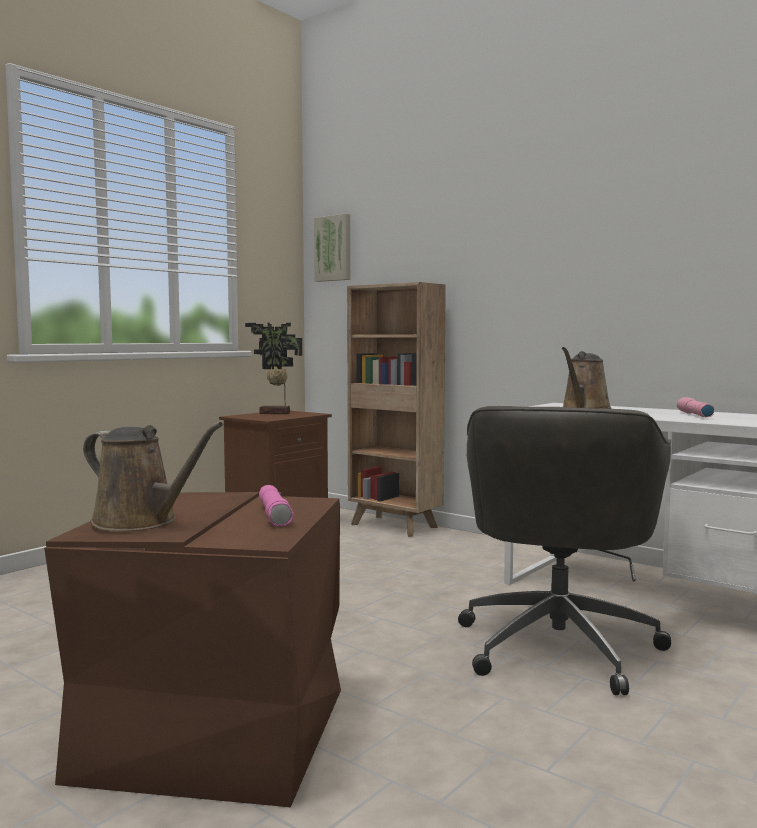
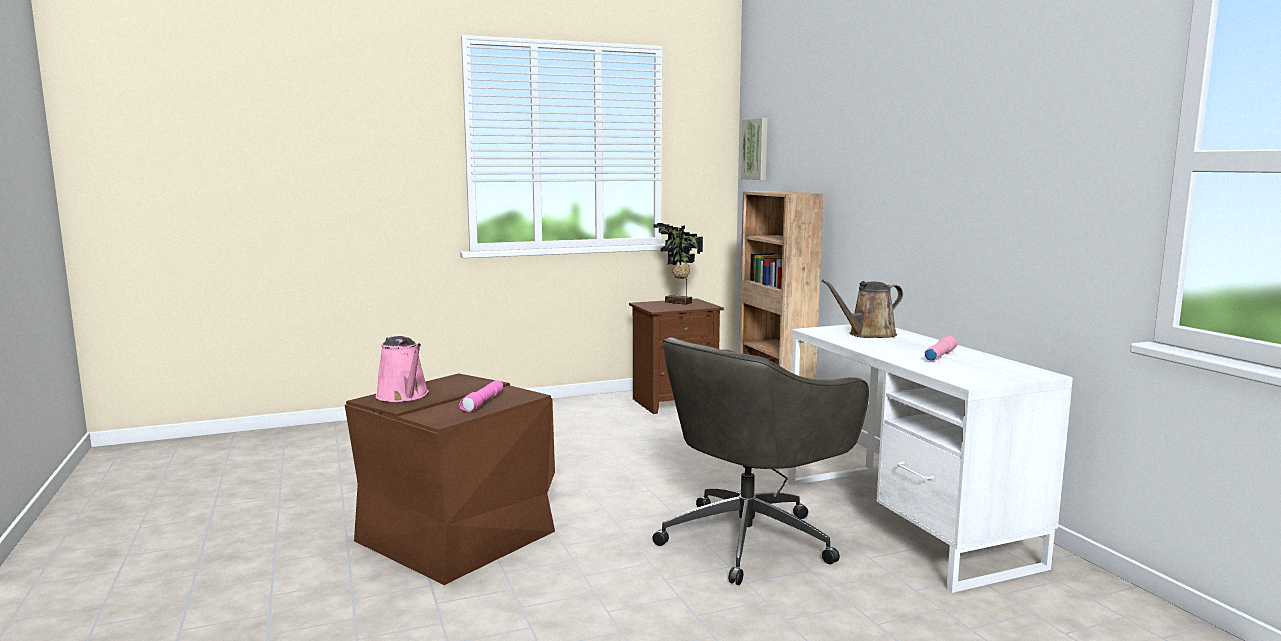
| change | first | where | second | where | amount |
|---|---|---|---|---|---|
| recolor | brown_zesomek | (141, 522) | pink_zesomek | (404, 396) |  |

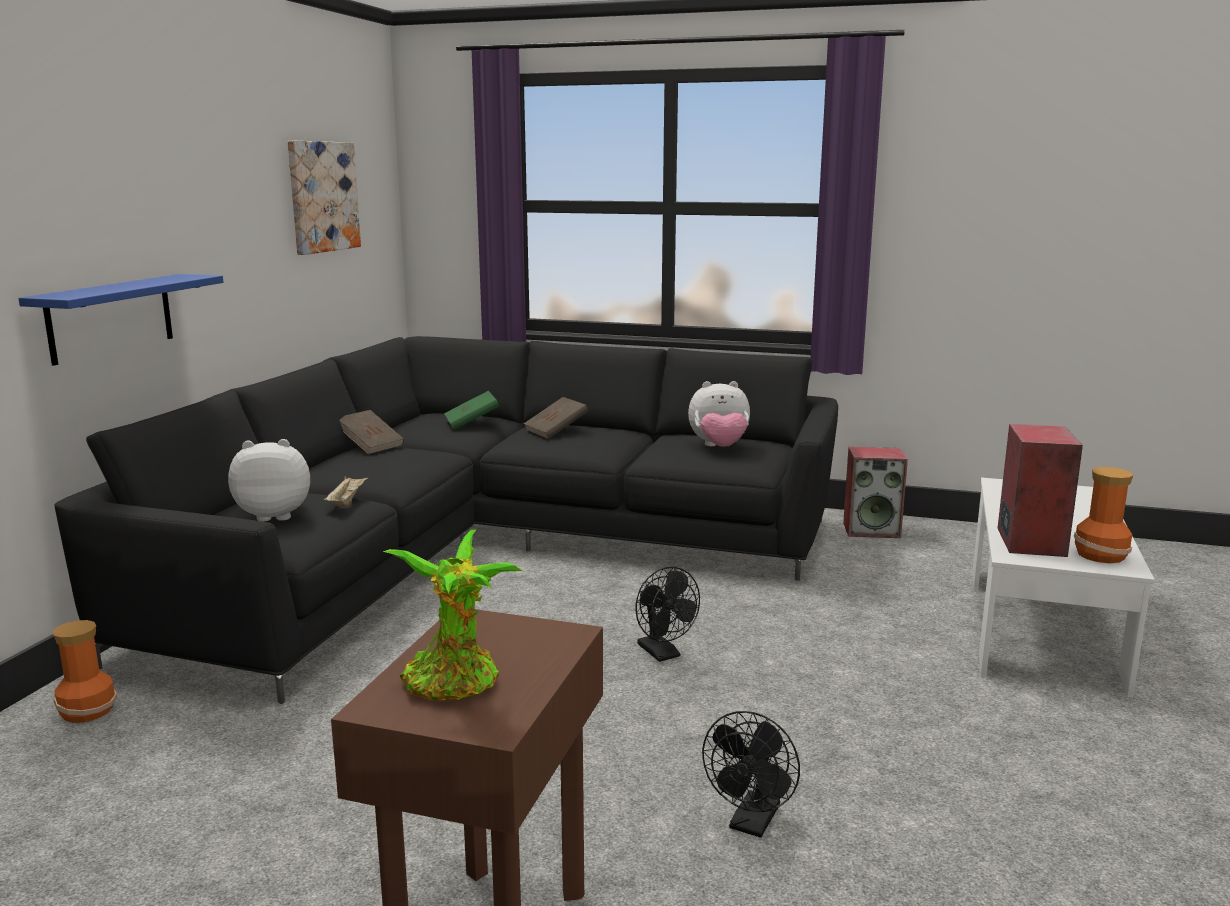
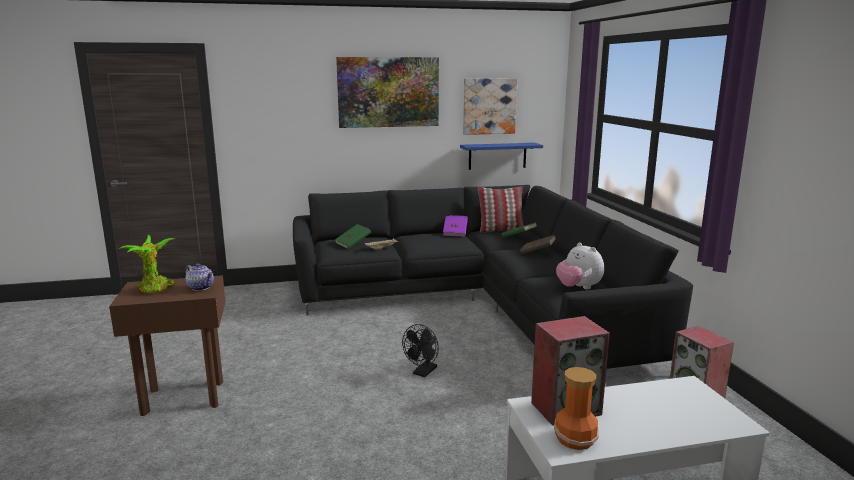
| change | first | where | second | where | amount |
|---|---|---|---|---|---|
| move | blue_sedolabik | (111, 318) |  | (497, 156) |  |
| recolor | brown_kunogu | (370, 446) | purple_kunogu | (455, 233) |  |
| replace | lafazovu | (275, 515) | green_kunogu | (353, 244) |  |
| delete | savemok | (86, 710) |  |  |  |
| delete | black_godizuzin | (752, 824) |  |  |  |
| insert |  |  | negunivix | (388, 92) |  |
| insert |  |  | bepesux | (500, 230) |  |
| insert |  |  | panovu | (201, 287) |  |

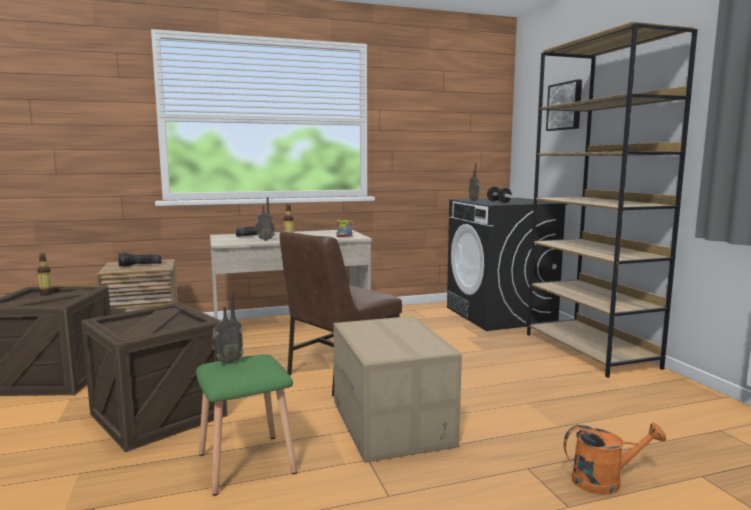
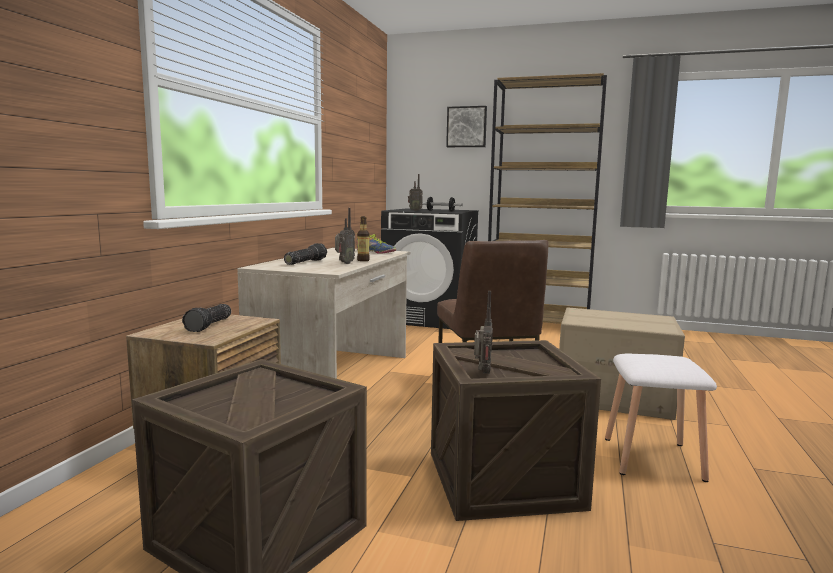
| change | first | where | second | where | amount |
|---|---|---|---|---|---|
| delete | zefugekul | (46, 294) |  |  |  |
| move | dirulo | (227, 362) |  | (482, 373) |  |
| recolor | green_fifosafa | (248, 462) | white_fifosafa | (651, 457) |  |
| delete | orange_zesomek | (605, 481) |  |  |  |

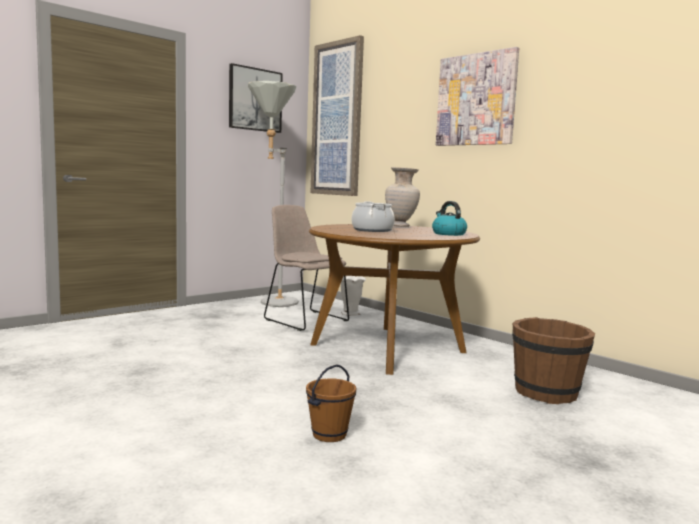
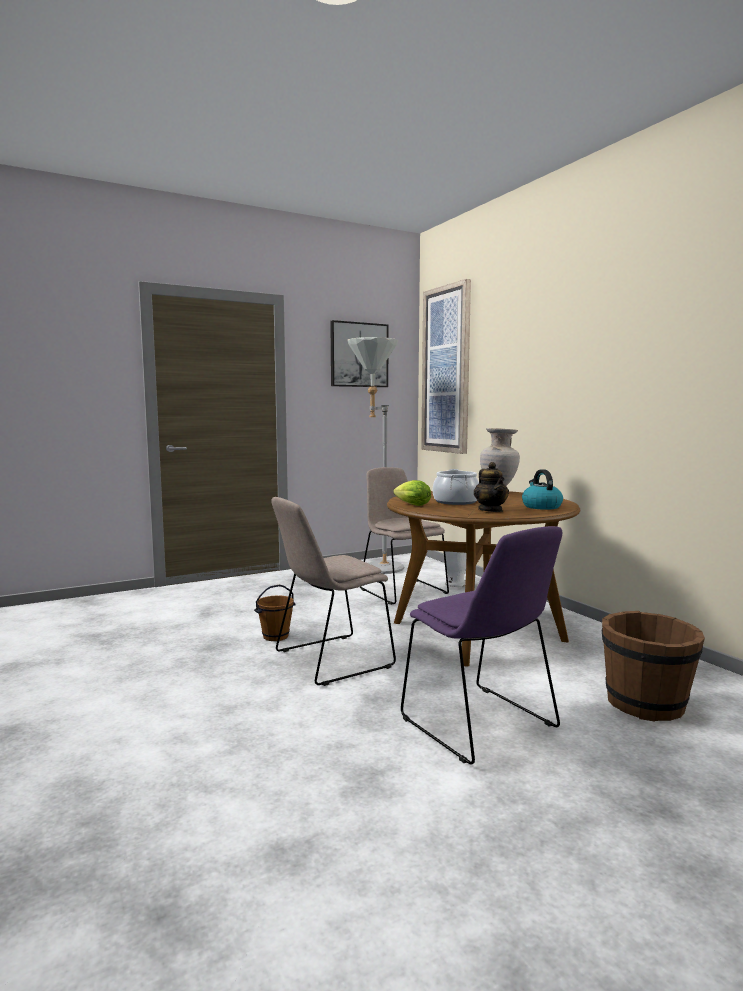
| change | first | where | second | where | amount |
|---|---|---|---|---|---|
| delete | negunivix | (476, 100) |  |  |  |
| move | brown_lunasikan | (329, 434) |  | (275, 636) |  |
| insert |  |  | panovu | (490, 510) |  |
| insert |  |  | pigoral | (411, 505) |  |
| insert |  |  | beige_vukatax | (330, 660) |  |
| insert |  |  | purple_vukatax | (481, 725) |  |

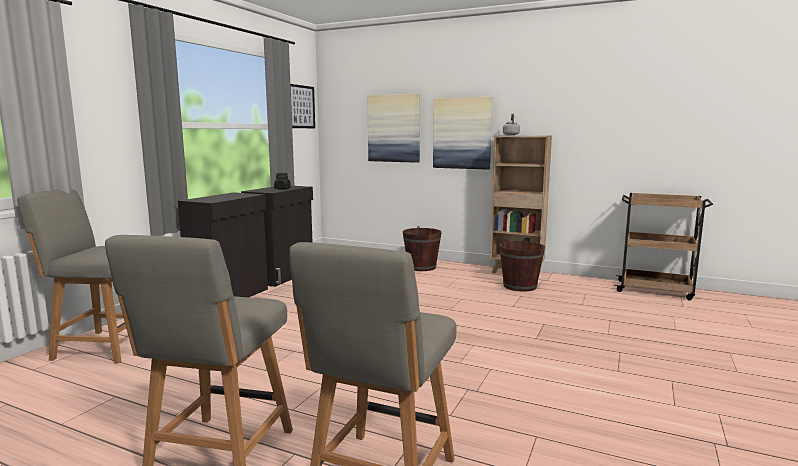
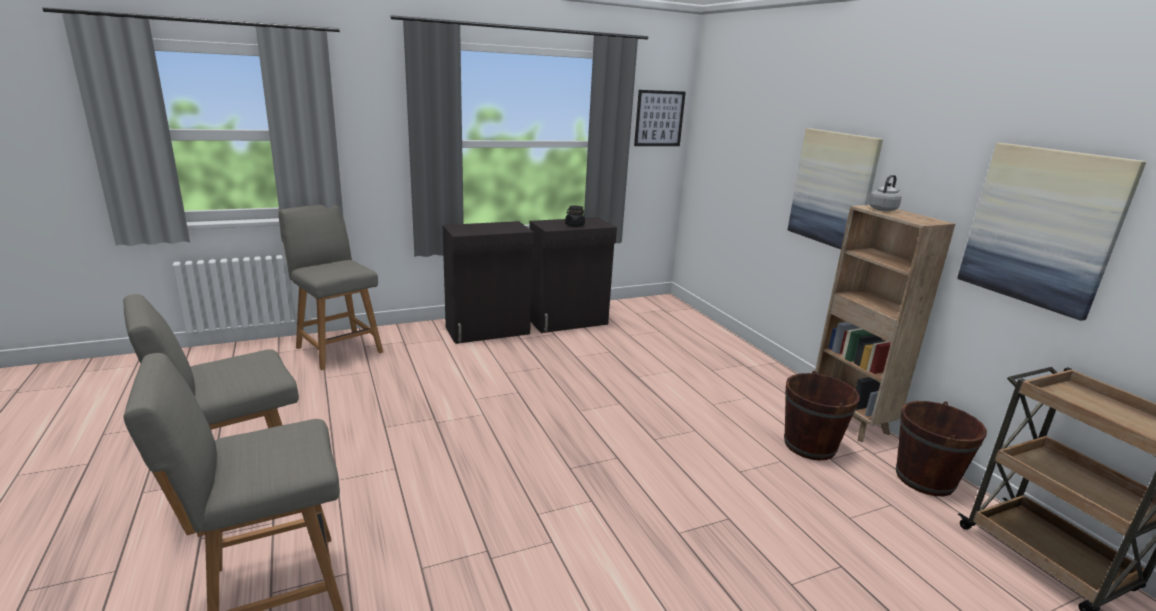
| change | first | where | second | where | amount |
|---|---|---|---|---|---|
| move | negunivix | (394, 128) |  | (1042, 227) |  |
| move | brown_lunasikan | (421, 267) |  | (924, 479) |  |

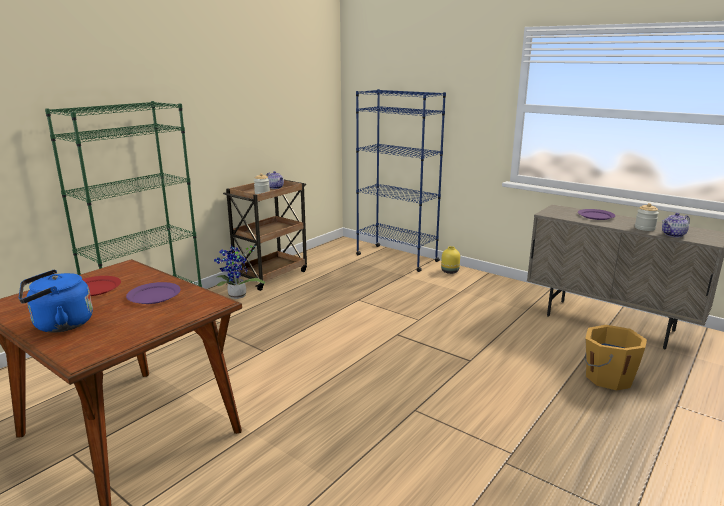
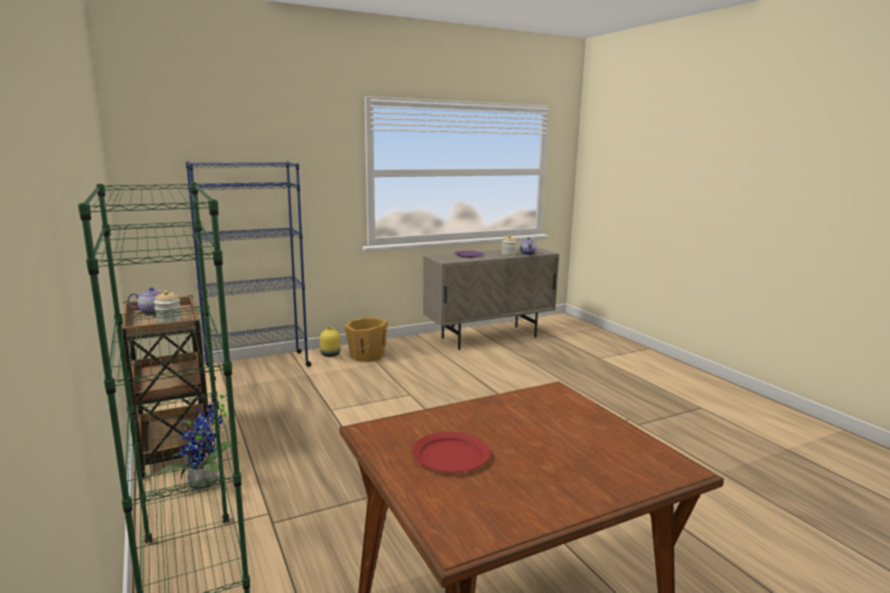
| change | first | where | second | where | amount |
|---|---|---|---|---|---|
| delete | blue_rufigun | (59, 325) |  |  |  |
| delete | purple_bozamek | (154, 295) |  |  |  |
| move | orange_lunasikan | (607, 377) |  | (366, 356) |  |

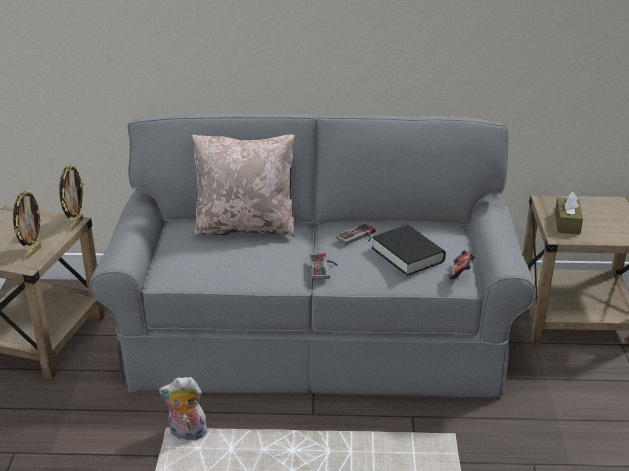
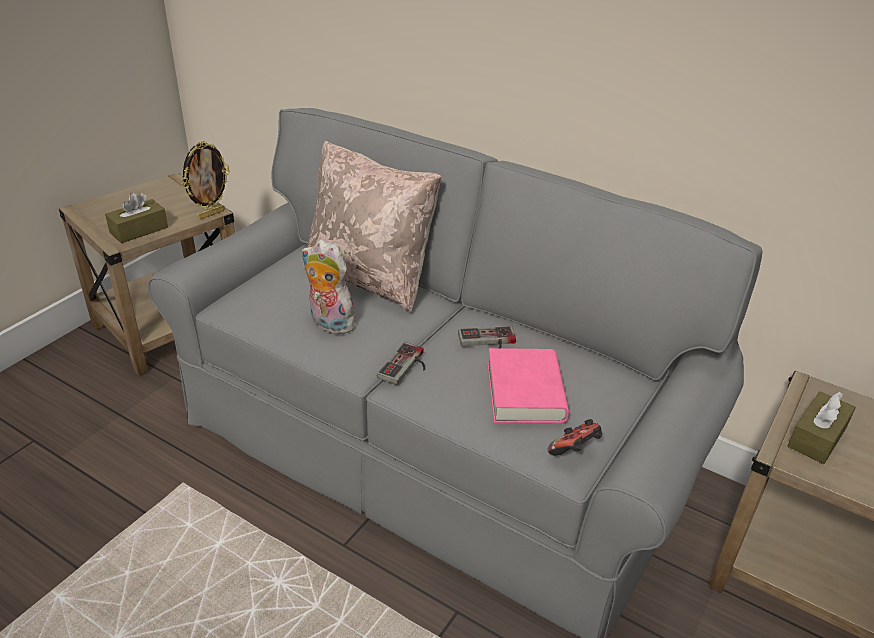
| change | first | where | second | where | amount |
|---|---|---|---|---|---|
| replace | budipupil | (33, 252) | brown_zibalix | (139, 230) |  |
| recolor | black_kunogu | (407, 255) | pink_kunogu | (525, 392) |  |
| move | lafazovu | (187, 434) |  | (329, 324) |  |

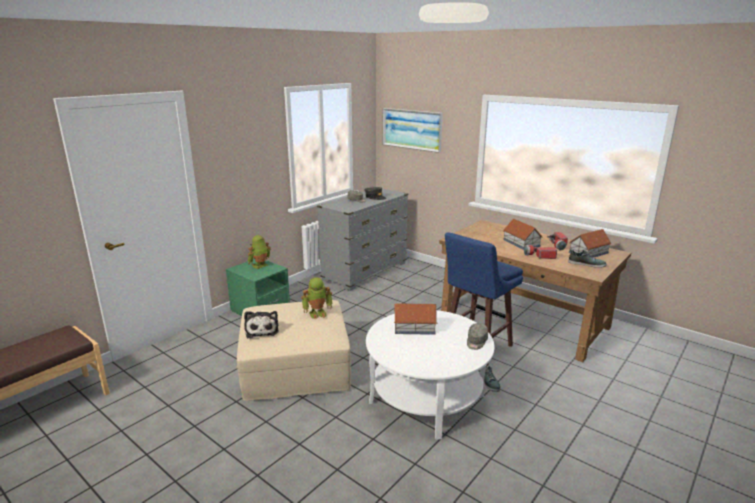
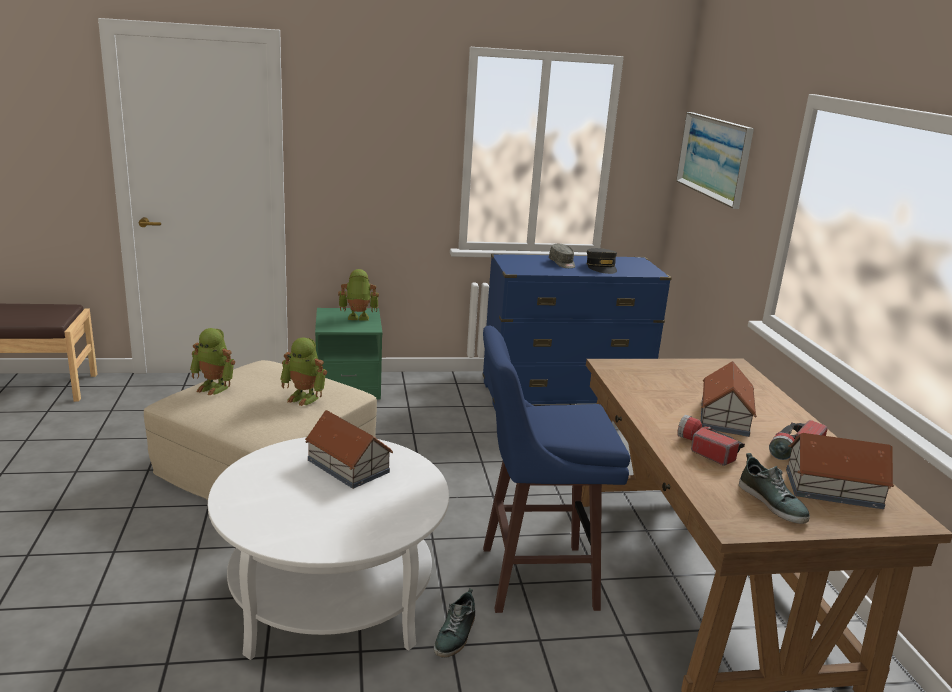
| change | first | where | second | where | amount |
|---|---|---|---|---|---|
| recolor | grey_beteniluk | (365, 272) | blue_beteniluk | (564, 396) |  |
| replace | lafazovu | (262, 330) | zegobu | (214, 387) |  |
| delete | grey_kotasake | (476, 342) |  |  |  |

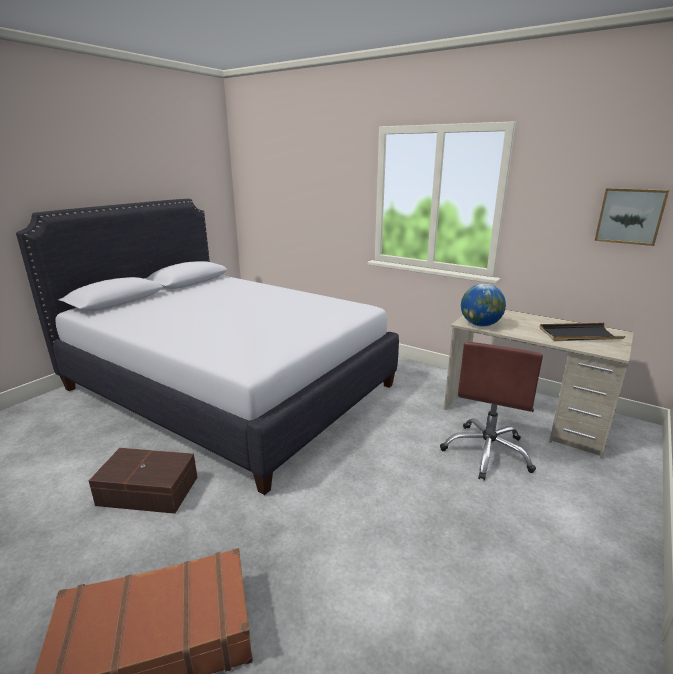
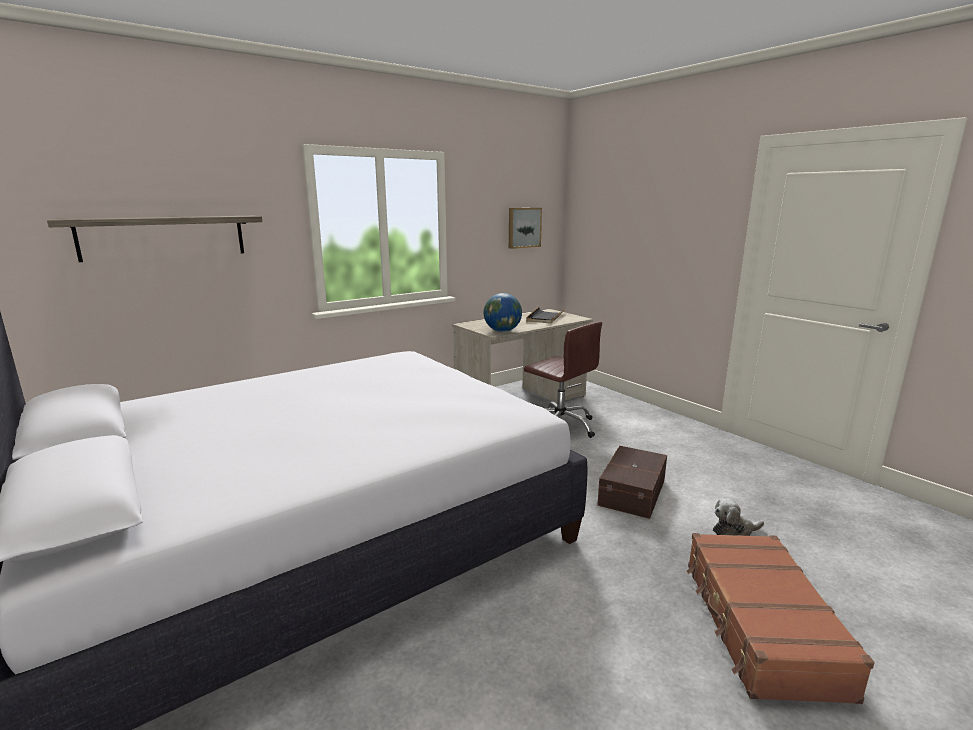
| change | first | where | second | where | amount |
|---|---|---|---|---|---|
| move | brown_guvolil | (148, 492) |  | (633, 492) |  |
| insert |  |  | sedolabik | (164, 237) |  |
| insert |  |  | lafazovu | (734, 532) |  |

